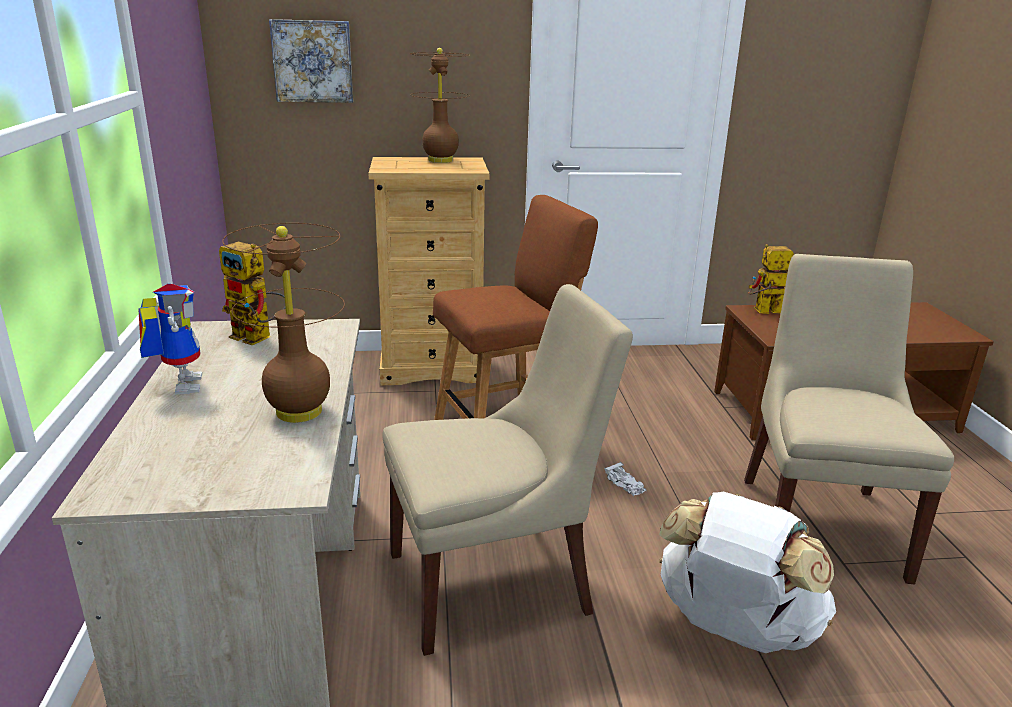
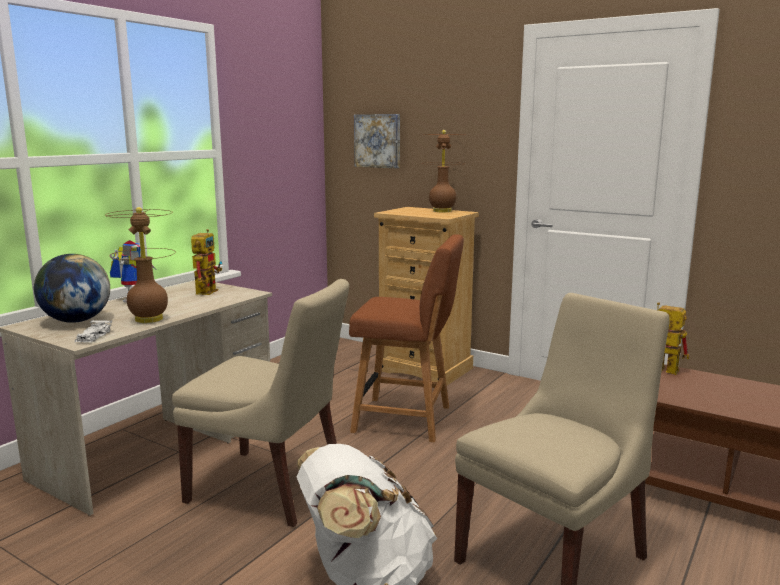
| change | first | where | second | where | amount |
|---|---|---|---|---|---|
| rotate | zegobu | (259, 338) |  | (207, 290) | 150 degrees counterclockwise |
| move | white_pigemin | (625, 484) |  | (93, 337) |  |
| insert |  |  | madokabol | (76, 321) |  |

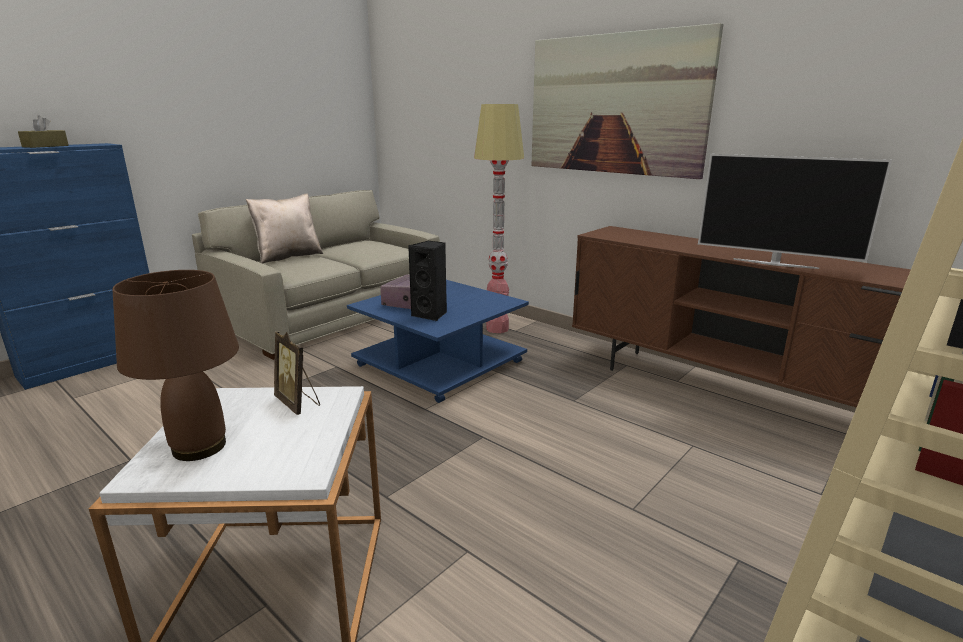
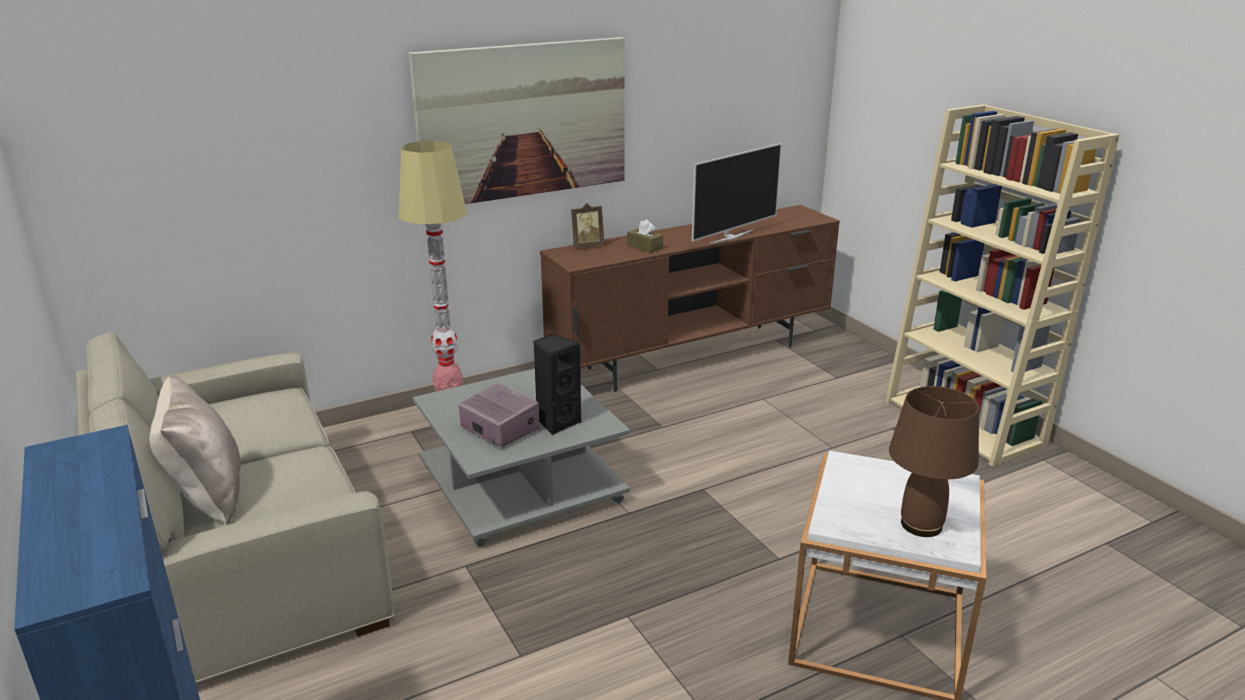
| change | first | where | second | where | amount |
|---|---|---|---|---|---|
| move | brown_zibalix | (45, 146) |  | (644, 247) |  |
| recolor | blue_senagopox | (440, 363) | grey_senagopox | (519, 484) |  |
| move | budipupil | (298, 403) |  | (587, 246) |  |

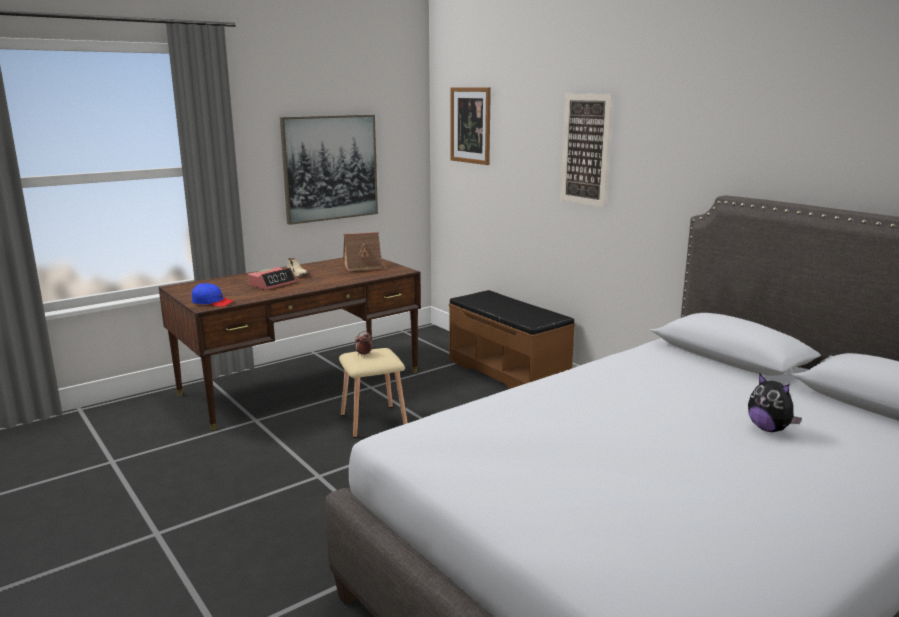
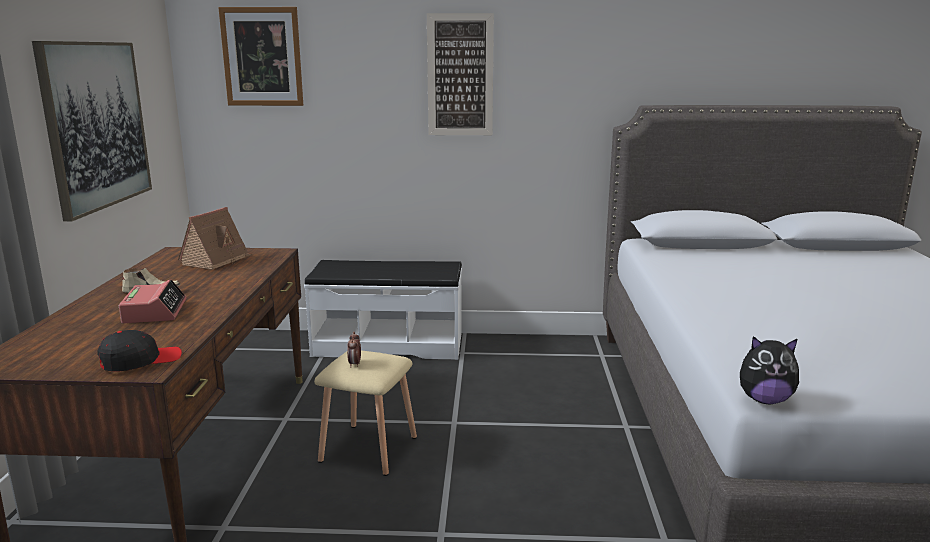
| change | first | where | second | where | amount |
|---|---|---|---|---|---|
| recolor | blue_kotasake | (212, 302) | black_kotasake | (140, 361) |  |
| recolor | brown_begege | (508, 372) | white_begege | (388, 344) |  |
| move | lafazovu | (769, 429) |  | (764, 400) |  |

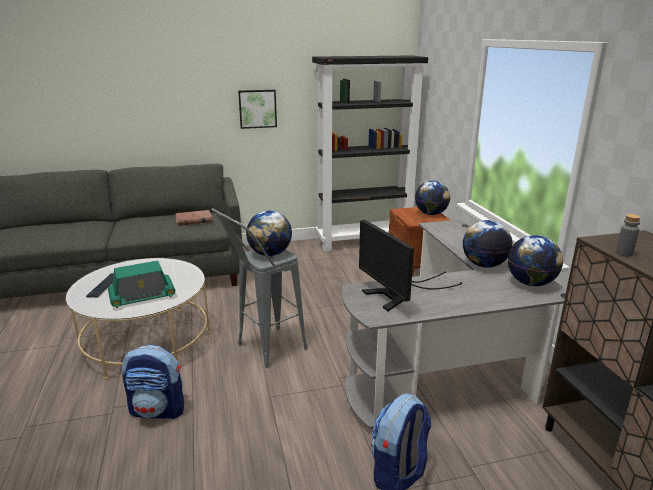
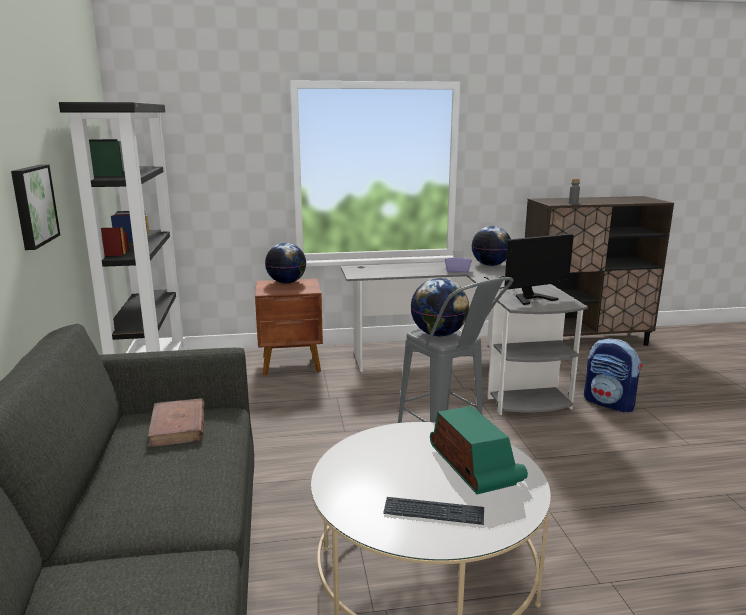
| change | first | where | second | where | amount |
|---|---|---|---|---|---|
| replace | madokabol | (484, 265) | purple_zibalix | (457, 271) |  |
| delete | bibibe | (158, 410) |  |  |  |

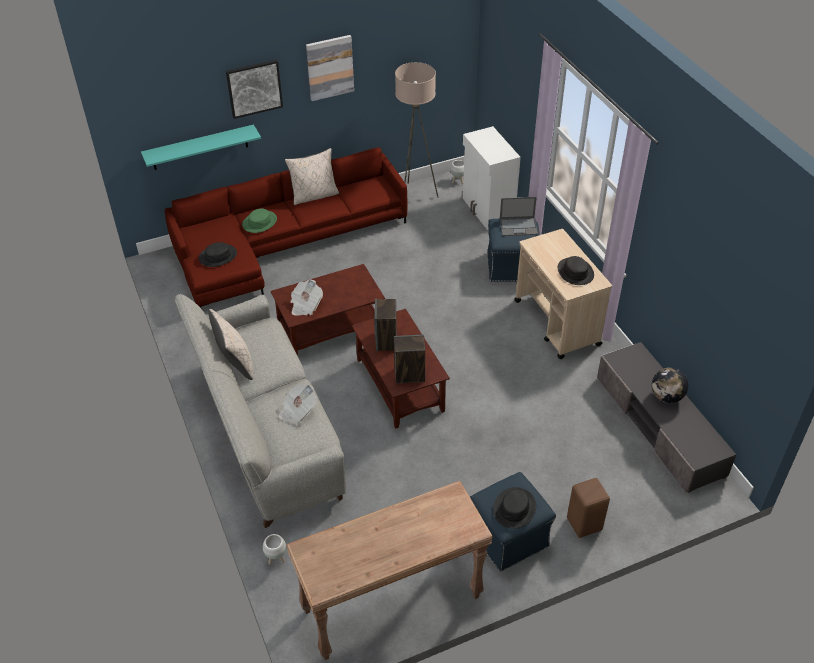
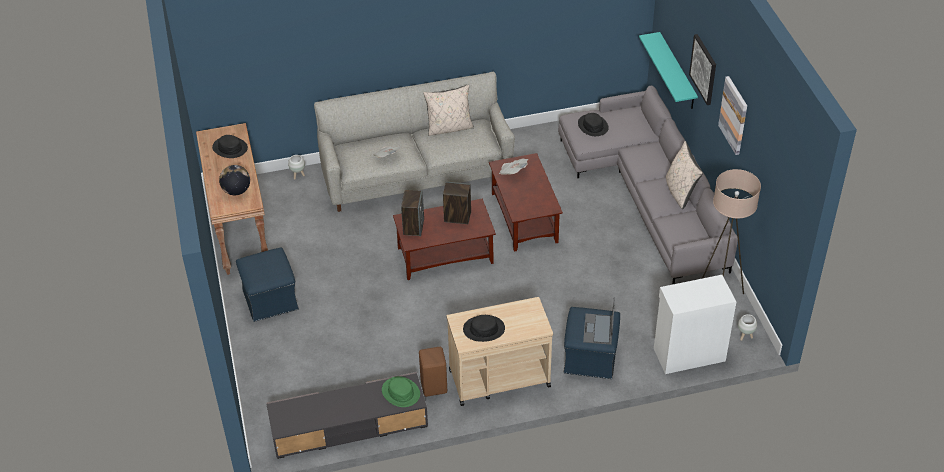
| change | first | where | second | where | amount |
|---|---|---|---|---|---|
| recolor | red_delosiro | (282, 244) | grey_delosiro | (648, 193) |  |
| move | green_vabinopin | (259, 222) |  | (401, 392) |  |
| move | madokabol | (666, 397) |  | (236, 191) |  |
| move | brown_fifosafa | (585, 524) |  | (433, 387) |  |
| move | black_vabinopin | (514, 508) |  | (230, 148) |  |

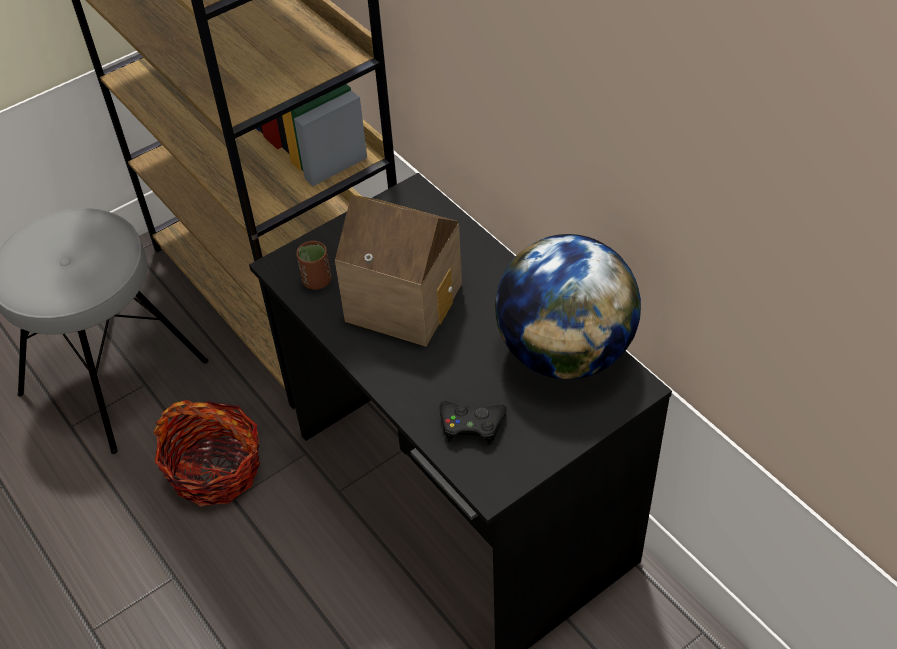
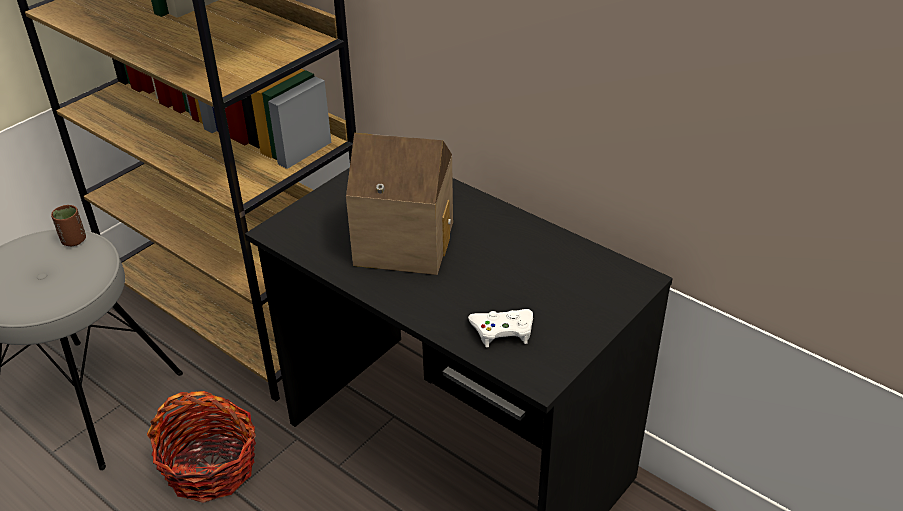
| change | first | where | second | where | amount |
|---|---|---|---|---|---|
| delete | madokabol | (565, 352) |  |  |  |
| move | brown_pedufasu | (317, 281) |  | (74, 240) |  |
| recolor | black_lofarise | (471, 425) | white_lofarise | (502, 331) |  |

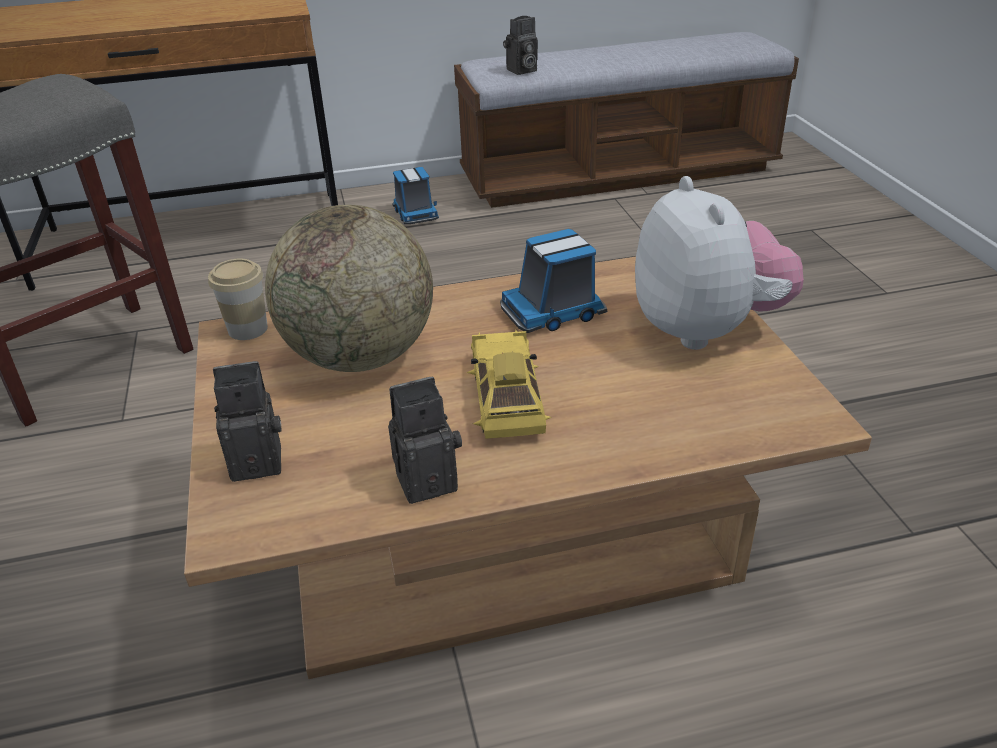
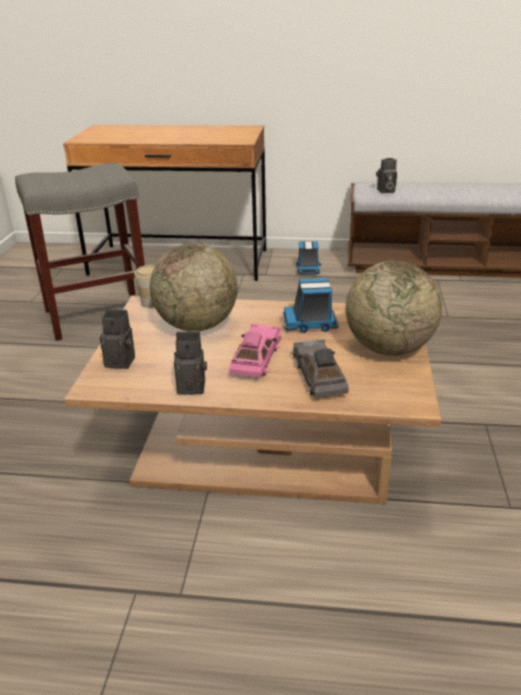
| change | first | where | second | where | amount |
|---|---|---|---|---|---|
| replace | lafazovu | (706, 330) | madokabol | (388, 348) |  |
| recolor | yellow_pigemin | (506, 395) | pink_pigemin | (257, 357) |  |
| insert |  |  | grey_pigemin | (318, 375) |  |

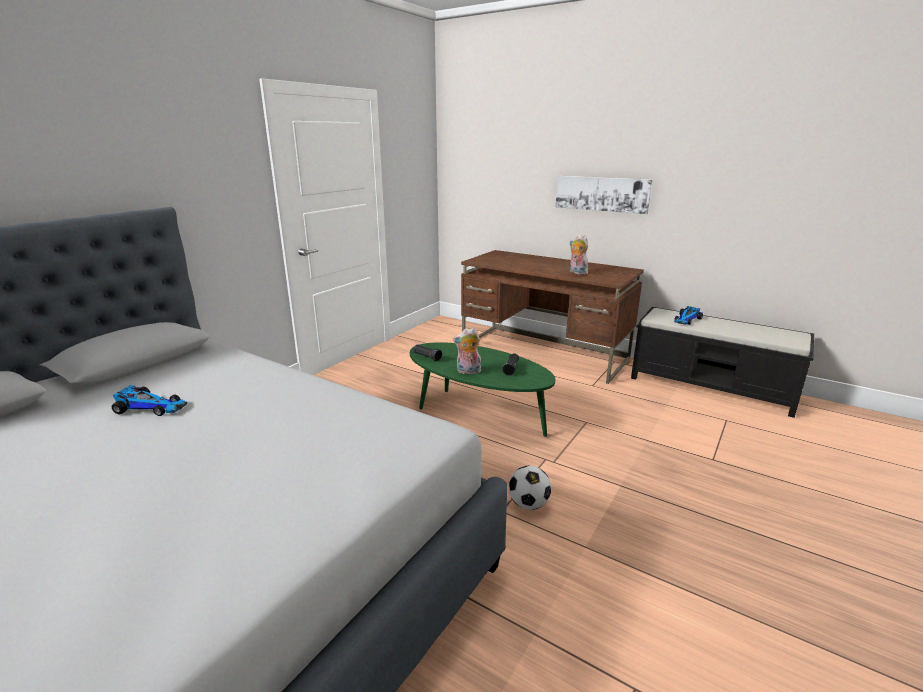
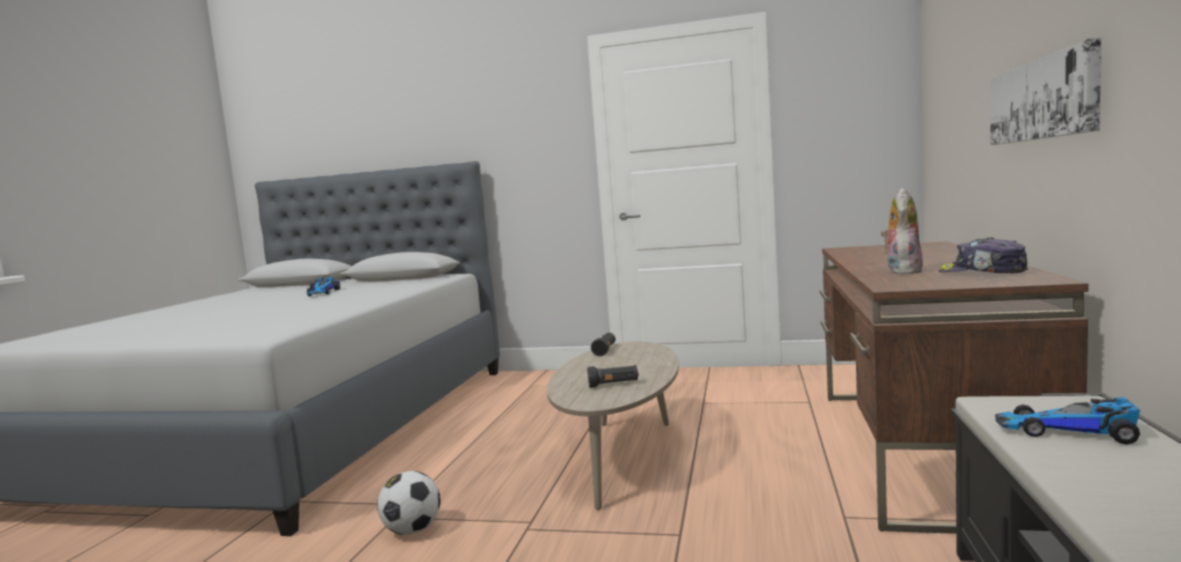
| change | first | where | second | where | amount |
|---|---|---|---|---|---|
| delete | lafazovu | (468, 372) |  |  |  |
| recolor | green_senagopox | (477, 414) | beige_senagopox | (622, 455) |  |
| insert |  |  | kotasake | (982, 273) |  |

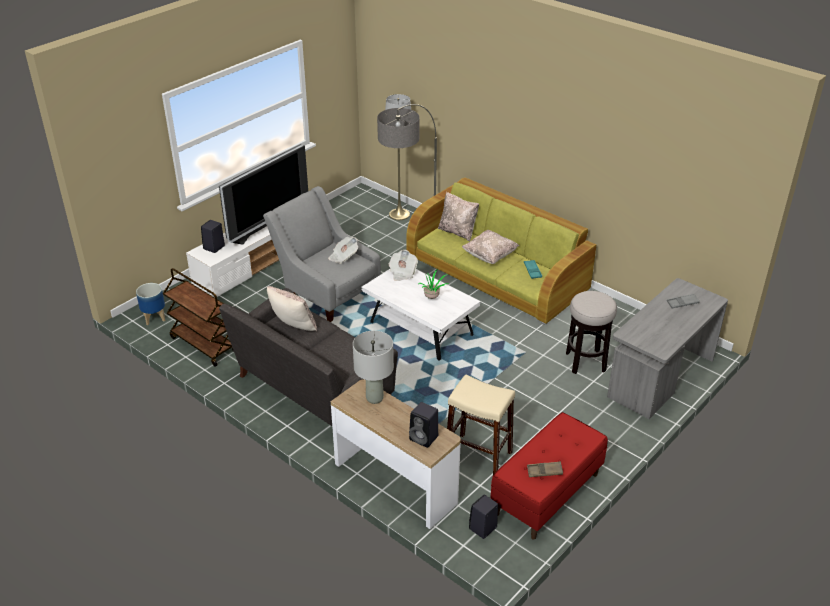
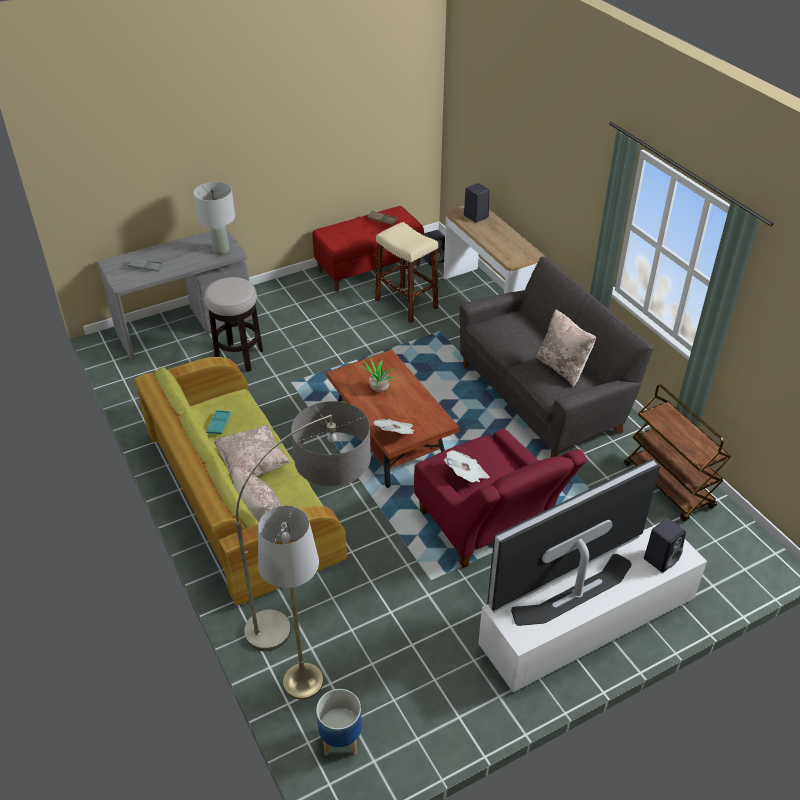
| change | first | where | second | where | amount |
|---|---|---|---|---|---|
| recolor | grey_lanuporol | (327, 292) | red_lanuporol | (488, 529) |  |
| recolor | white_senagopox | (420, 329) | brown_senagopox | (389, 439) |  |
| move | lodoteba | (154, 318) |  | (341, 739) |  |
| move | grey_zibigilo | (374, 398) |  | (221, 250) |  |

